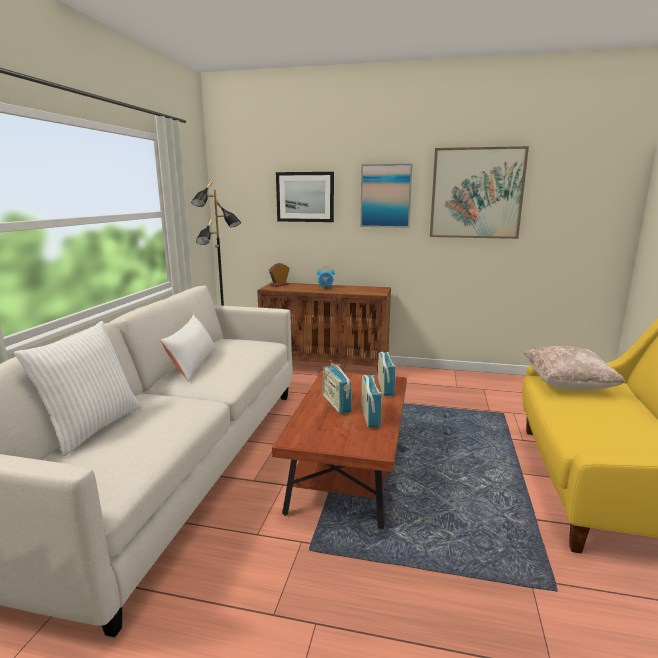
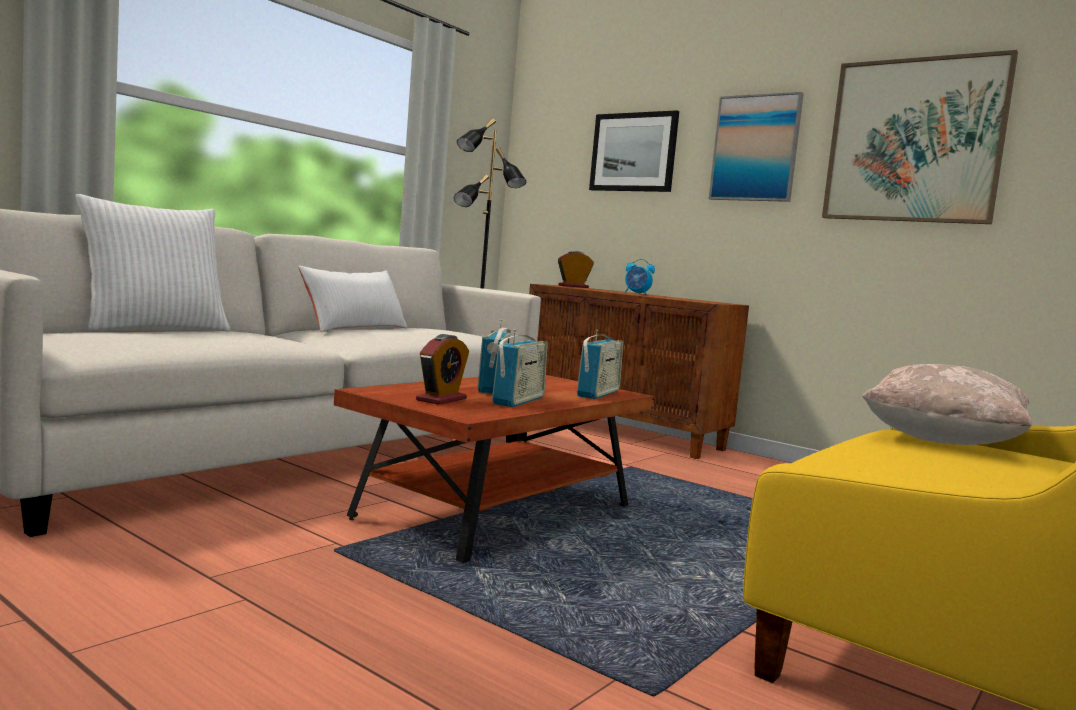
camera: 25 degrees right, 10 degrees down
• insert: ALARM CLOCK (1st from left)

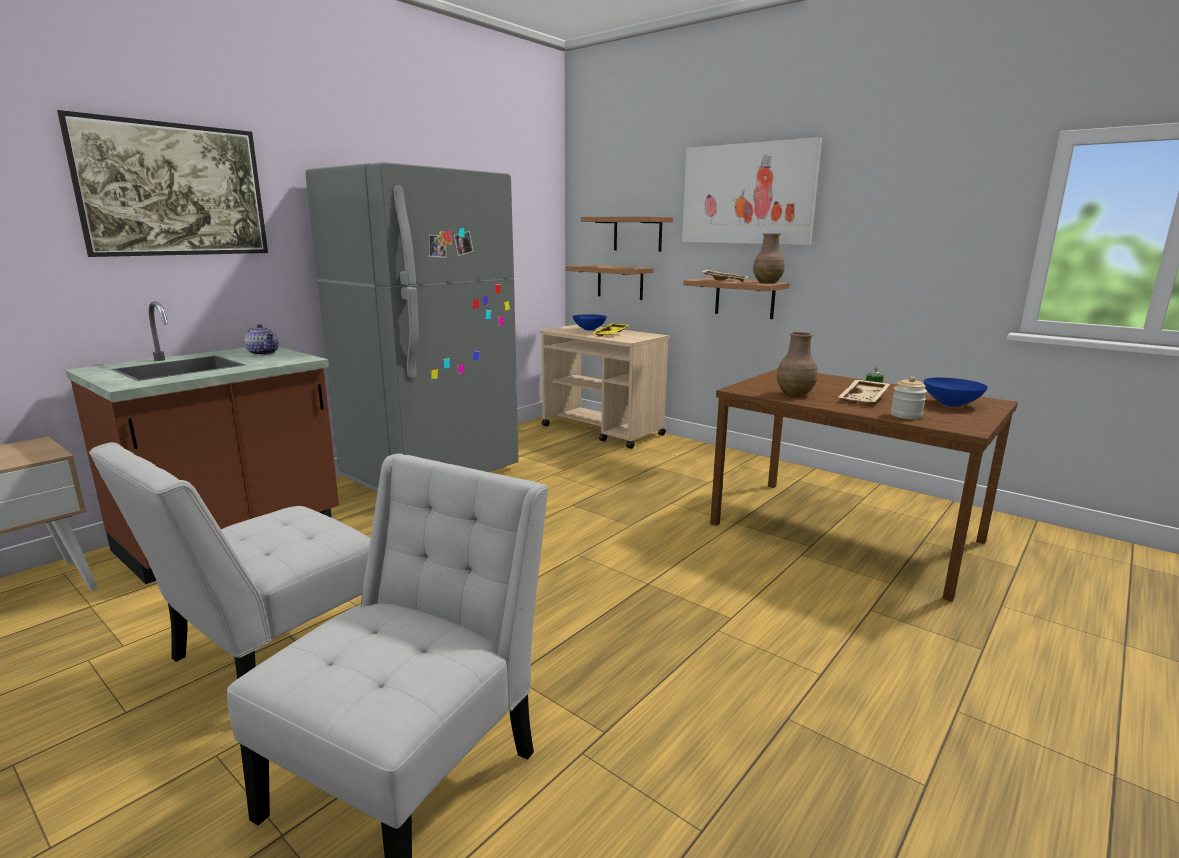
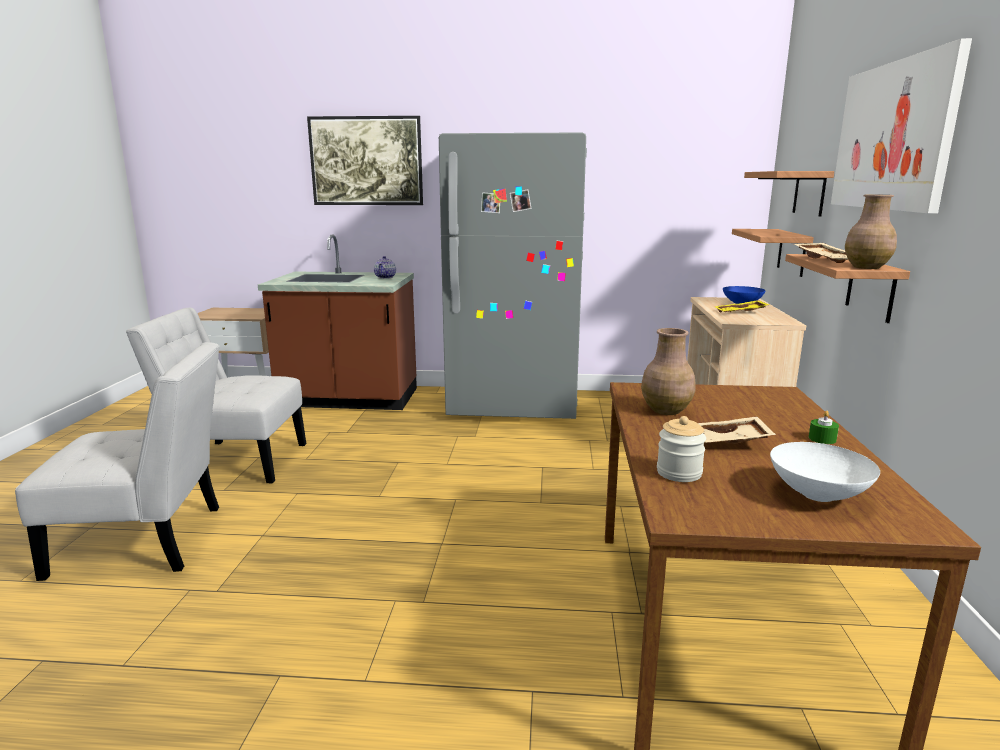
camera: 55 degrees right, 0 degrees up
• recolor: BLUE BOWL (2nd from left) to WHITE BOWL

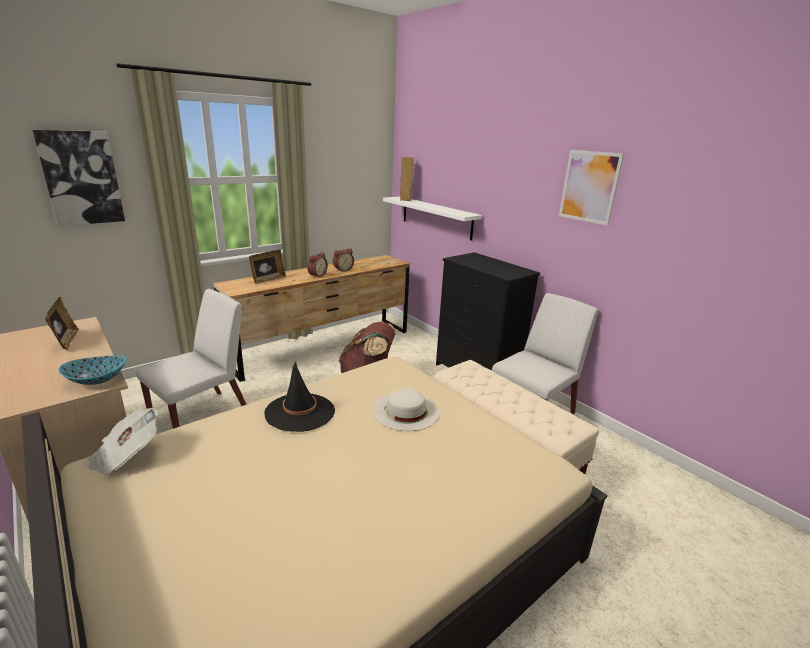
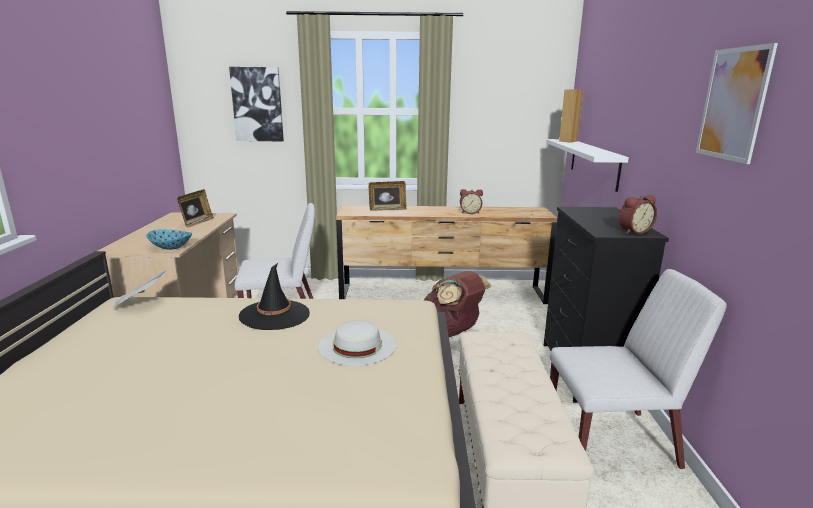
camera: 40 degrees right, 5 degrees down
• move: ALARM CLOCK (1st from left in the first image) to ALARM CLOCK (2nd from left)

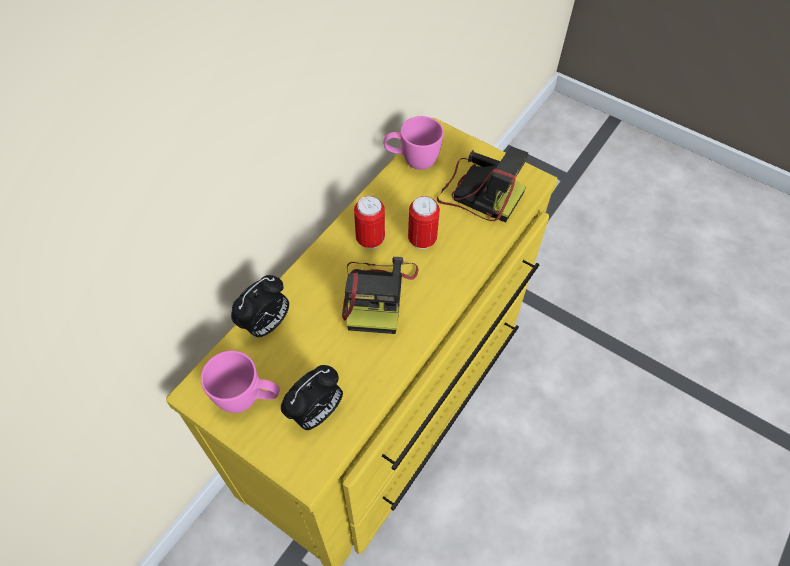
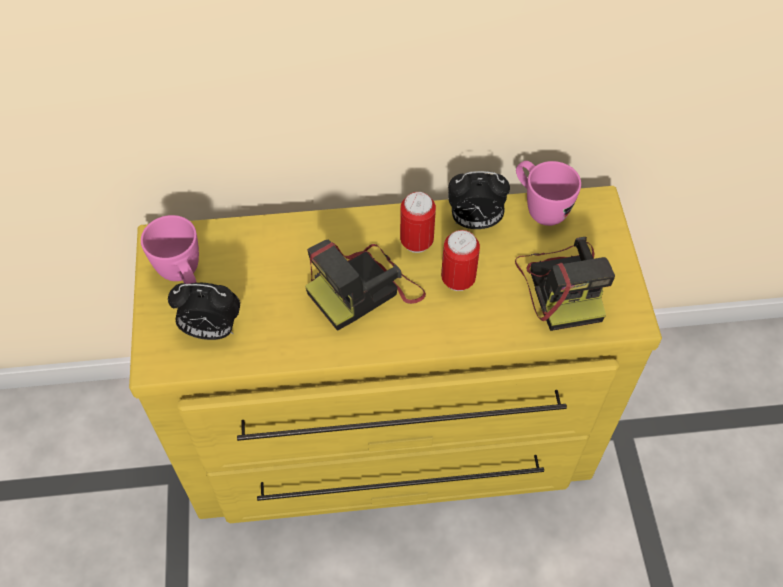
camera: 50 degrees right, 0 degrees up
• move: ALARM CLOCK (1st from left in the first image) to ALARM CLOCK (2nd from left)

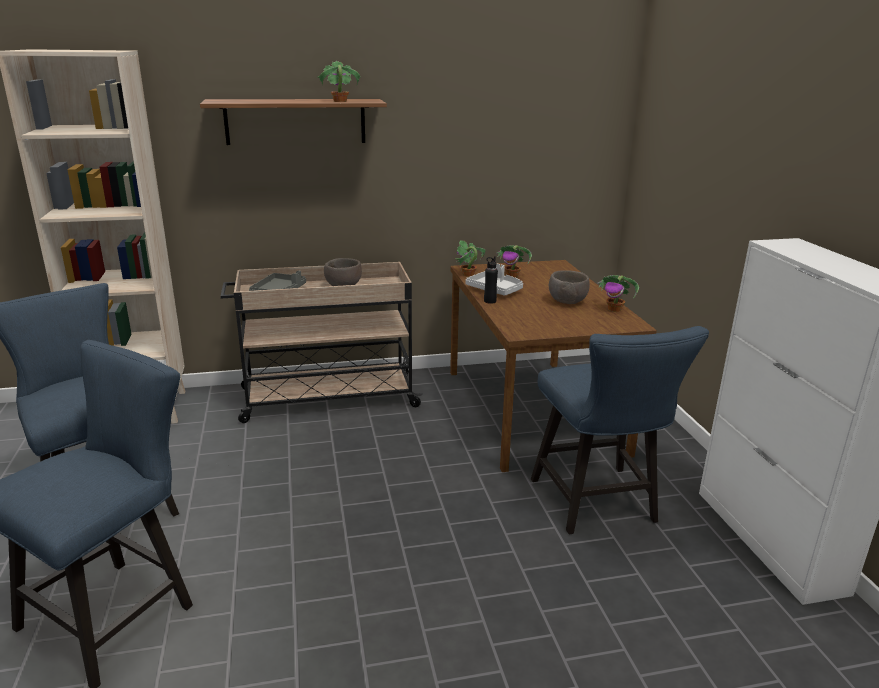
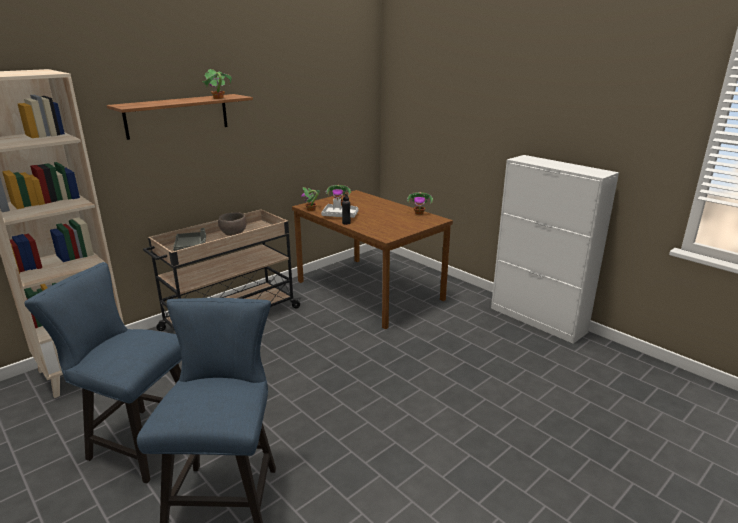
camera: 30 degrees left, 0 degrees up
• delete: BROWN BOWL (2nd from left)
• delete: BLUE CHAIR (3rd from left)

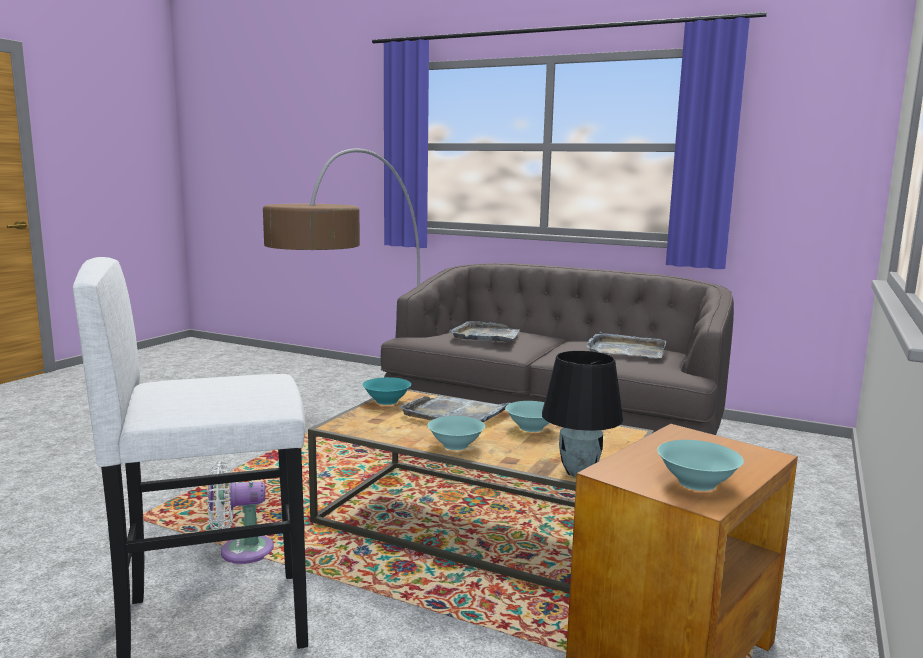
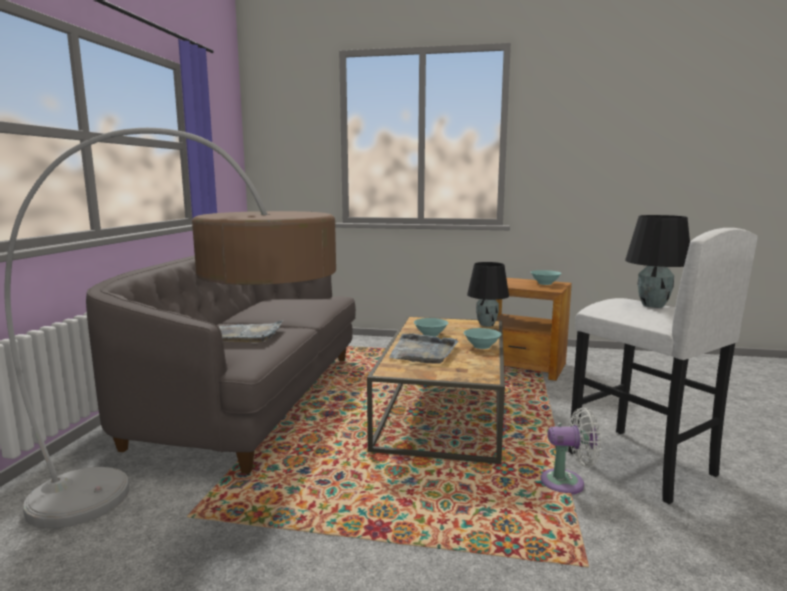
camera: 105 degrees left, 0 degrees up
• delete: GREY TRAY (3rd from left)
• delete: TURQUOISE BOWL (1st from left)
• rotate: WHITE FAN 60 degrees counterclockwise
• insert: BLACK TABLE LAMP (2nd from left)

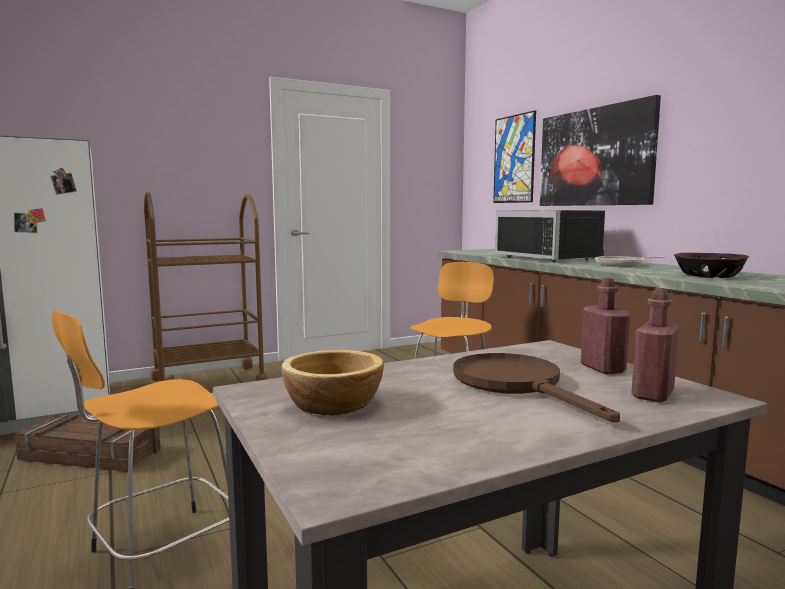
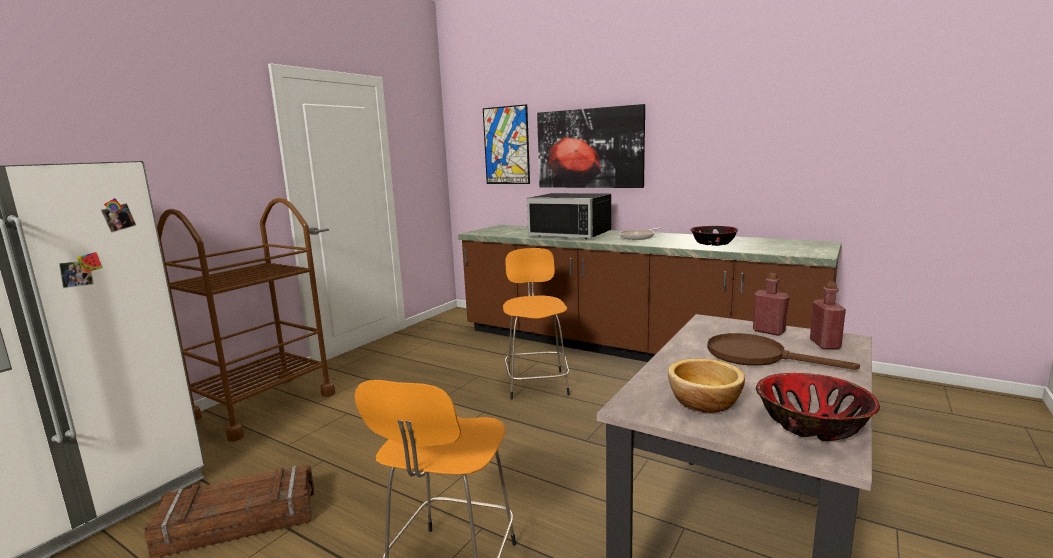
camera: 30 degrees left, 5 degrees up
• insert: BOWL (3rd from left)

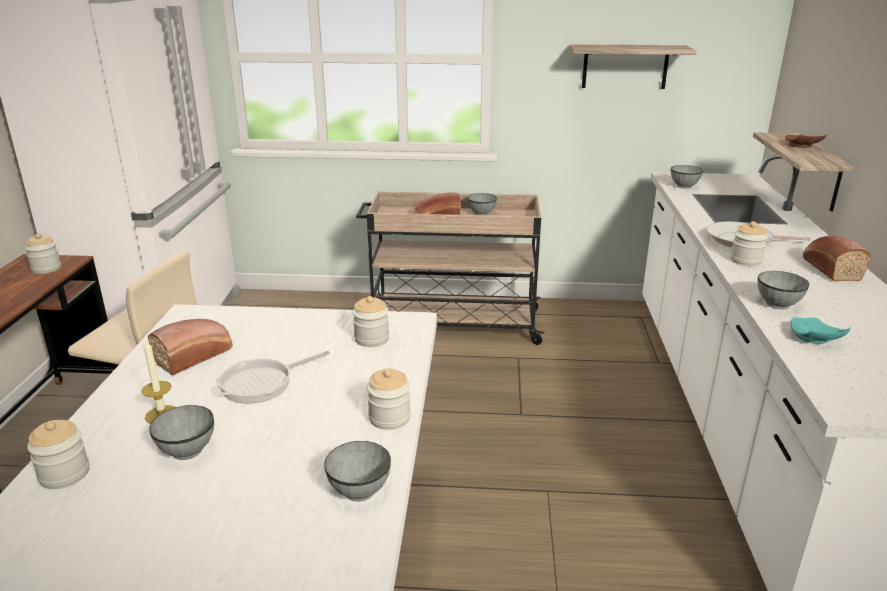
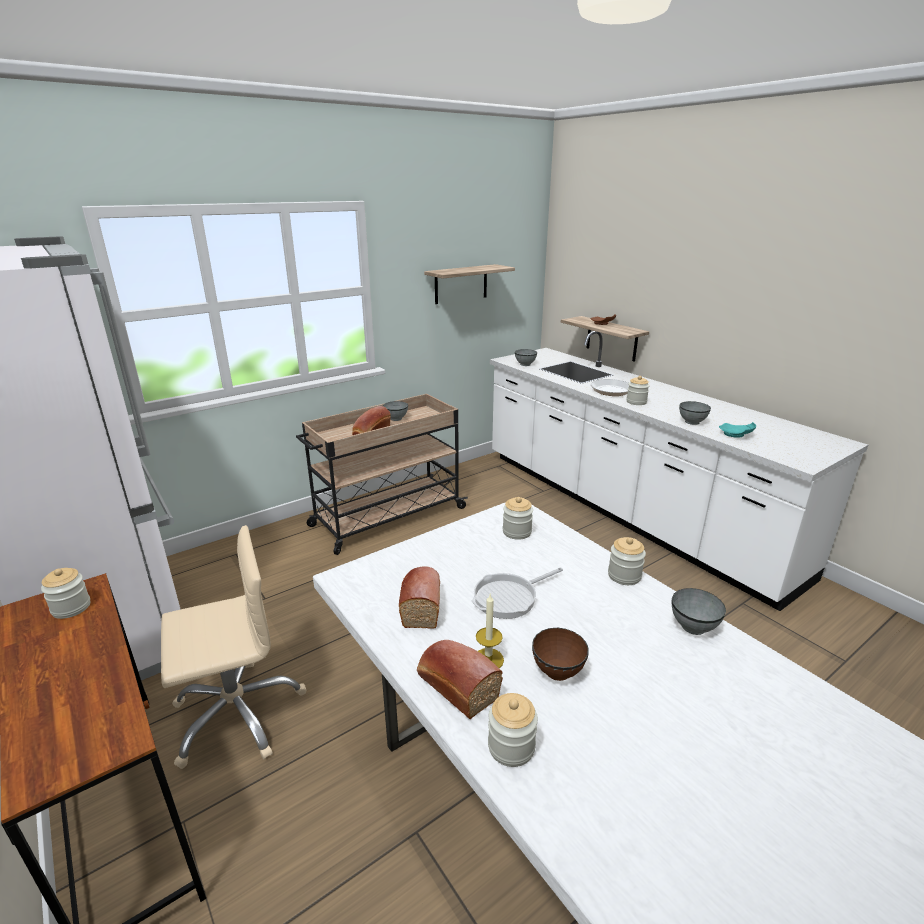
camera: 40 degrees left, 0 degrees up
• move: BREAD (3rd from left)
• rotate: FRYING PAN (1st from left) 45 degrees clockwise
• recolor: GREY BOWL (1st from left) to BROWN BOWL

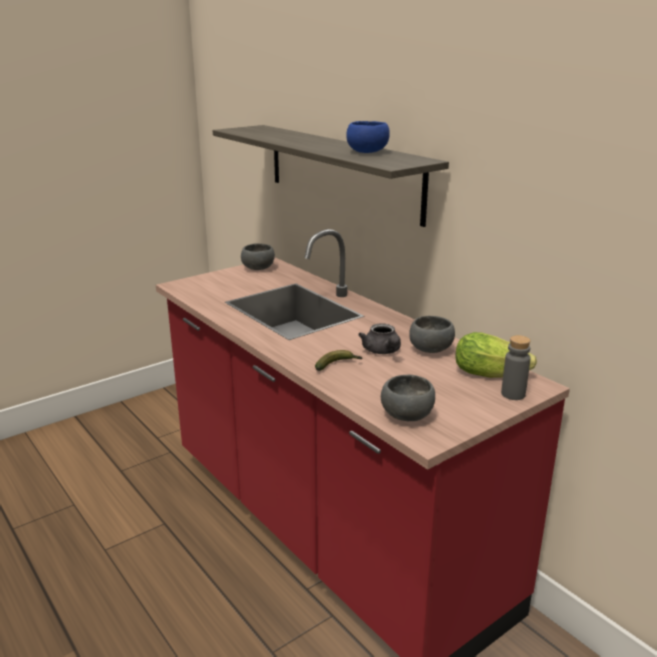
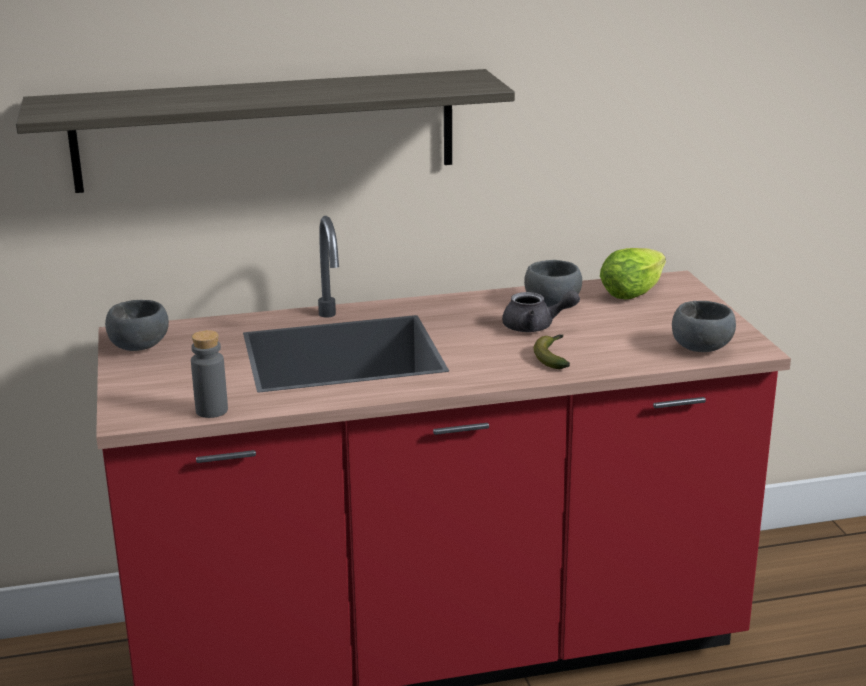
camera: 65 degrees left, 0 degrees up
• delete: BLUE BOWL
• move: GREY BOTTLE

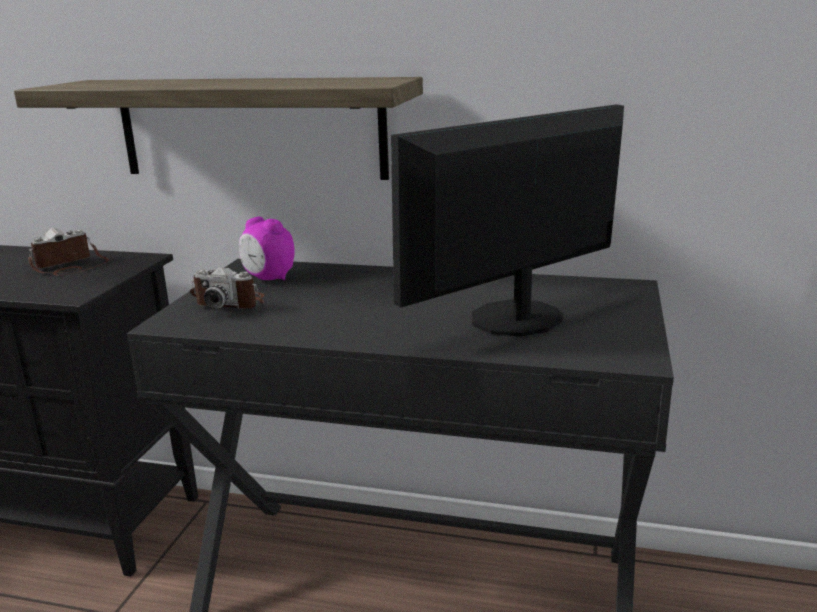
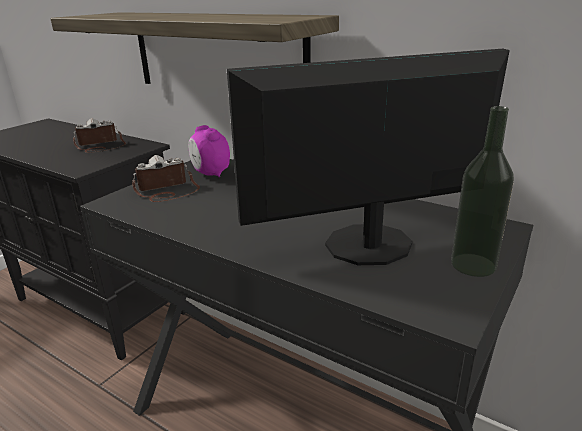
camera: 20 degrees right, 5 degrees up
• rotate: PHOTO CAMERA (2nd from left) 120 degrees clockwise
• insert: BOTTLE

